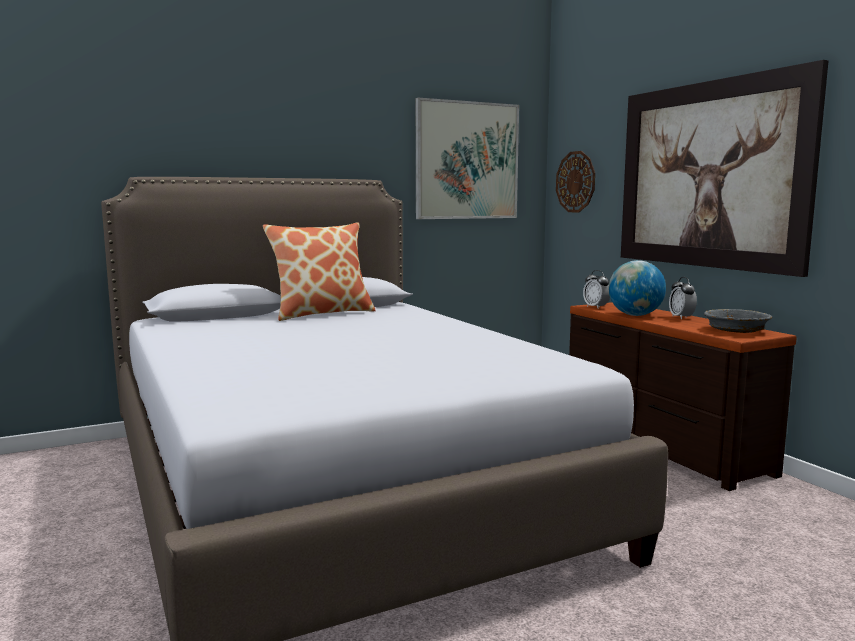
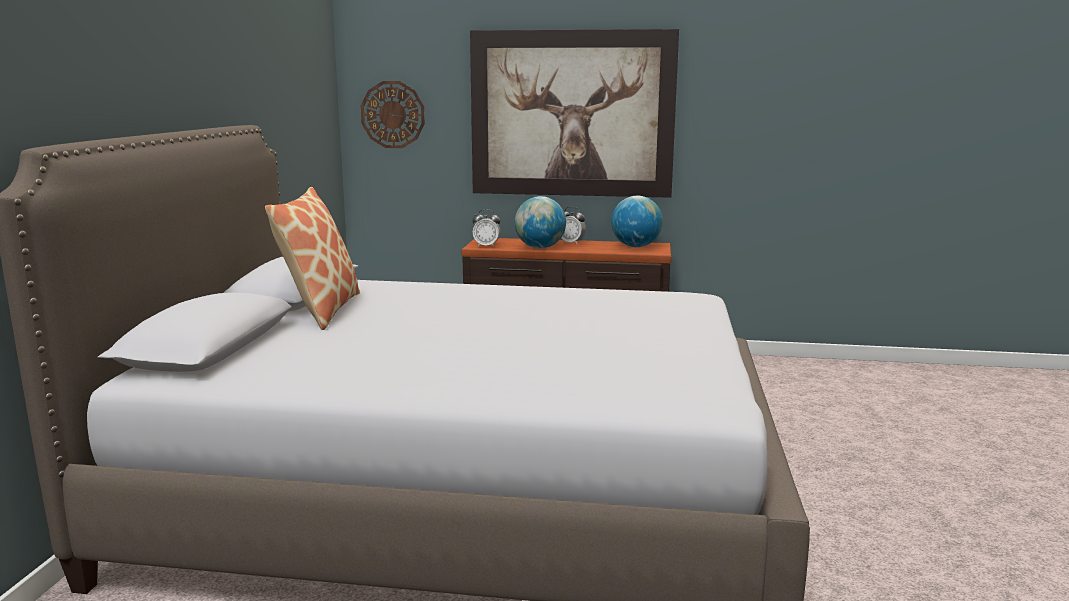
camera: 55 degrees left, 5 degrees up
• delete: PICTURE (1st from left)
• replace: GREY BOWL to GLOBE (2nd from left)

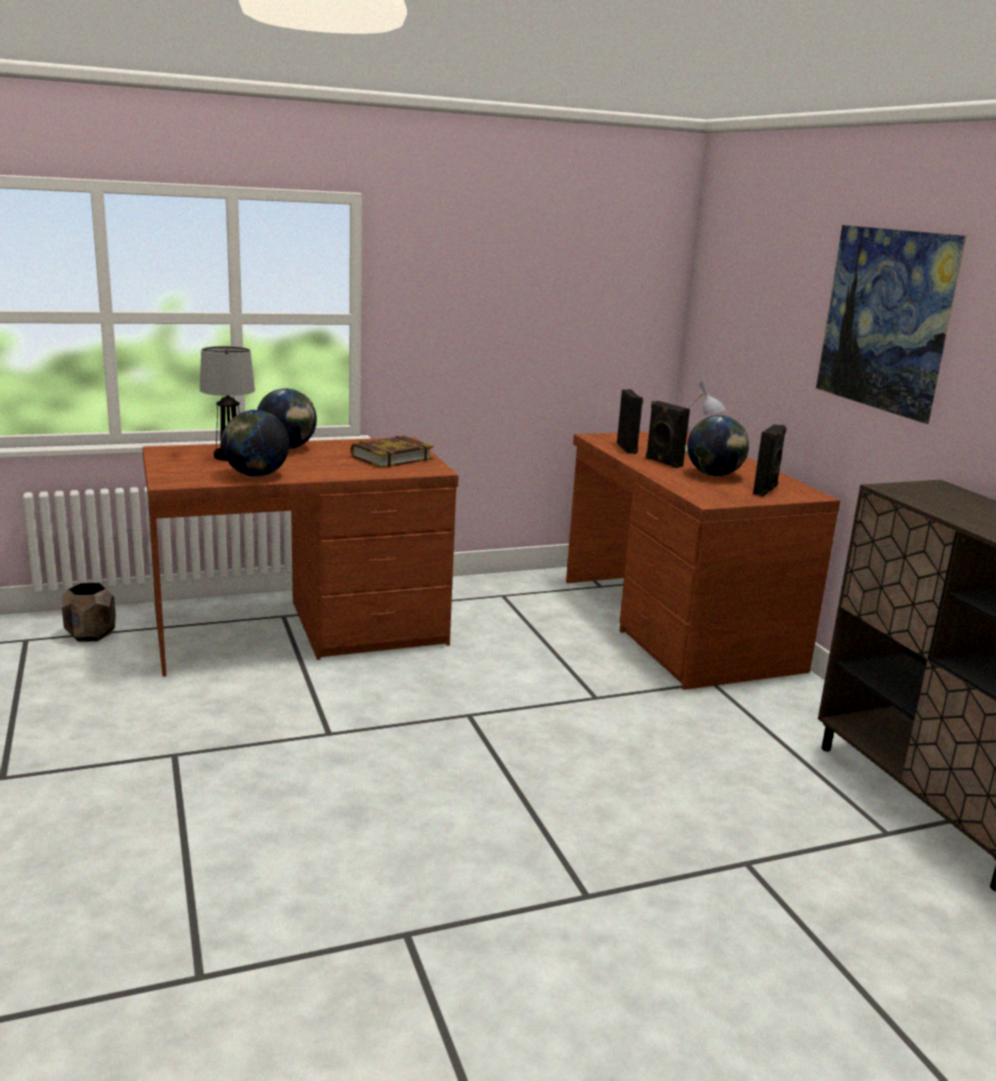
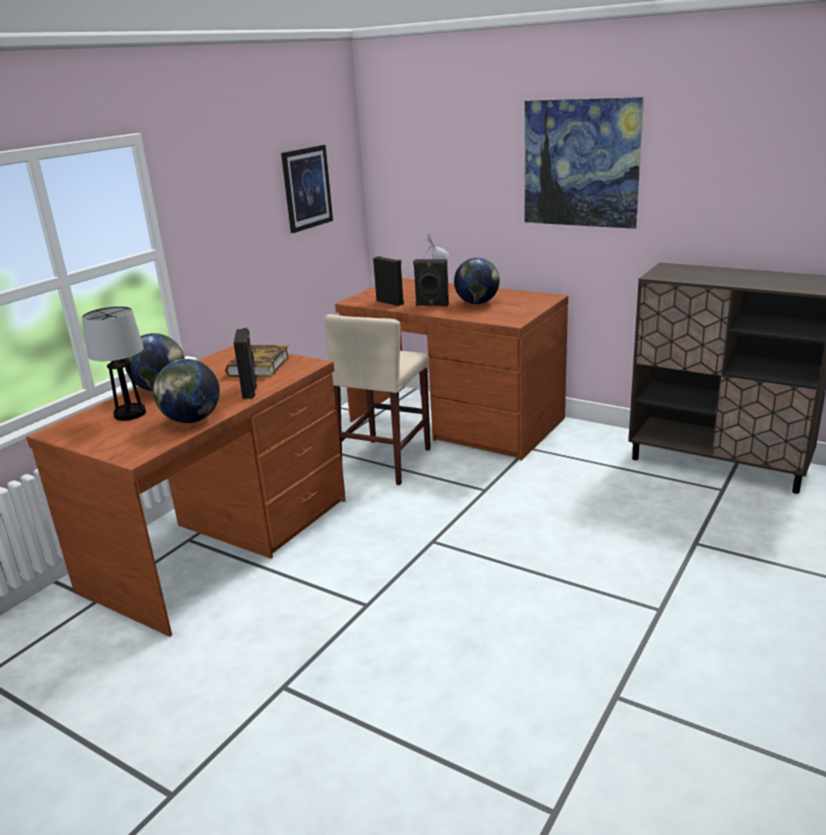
camera: 35 degrees left, 5 degrees up
• move: BLACK SPEAKER (3rd from left in the first image) to BLACK SPEAKER (1st from left)
• delete: BROWN PLANTER
• insert: PICTURE (1st from left)
• insert: BEIGE STOOL

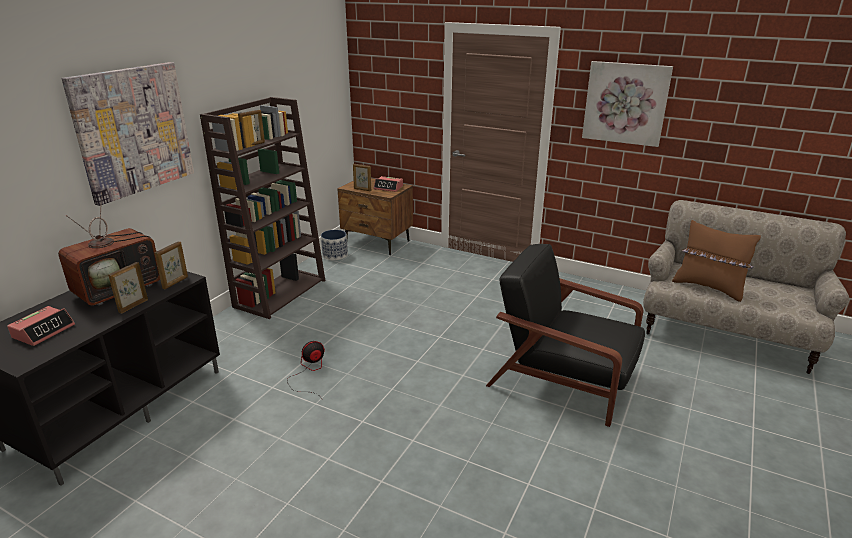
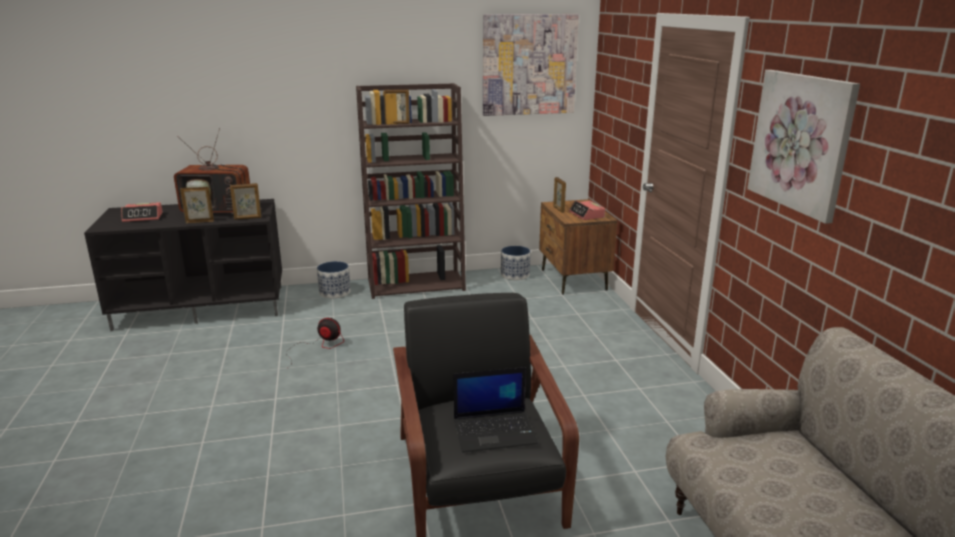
camera: 50 degrees right, 5 degrees down
• move: PICTURE (1st from left)
• delete: BROWN PILLOW
• insert: PLANTER (1st from left)
• insert: LAPTOP

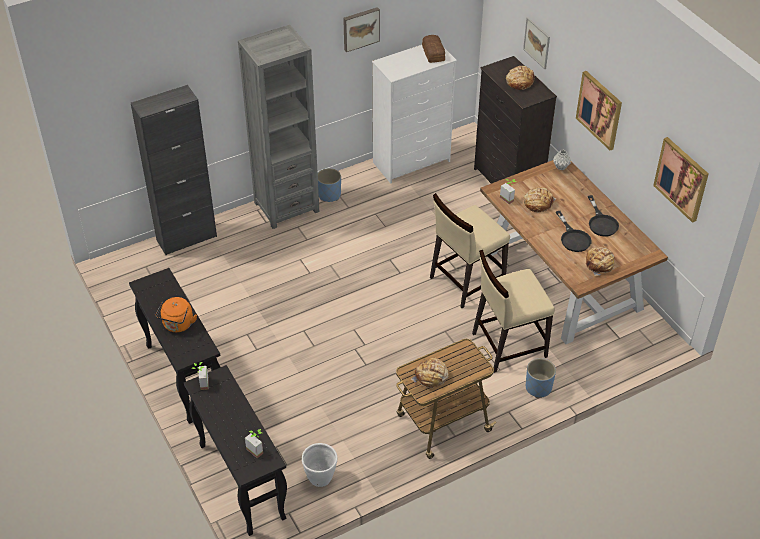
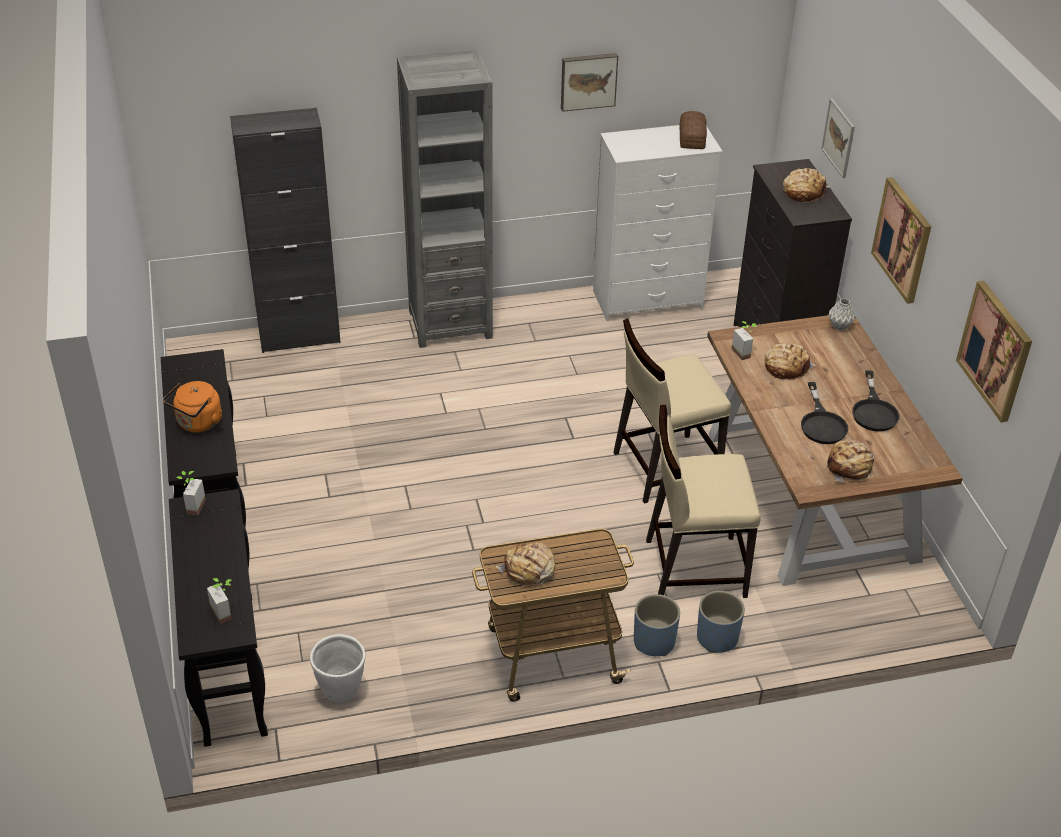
camera: 15 degrees right, 5 degrees down
• move: BLUE PLANTER (1st from left)

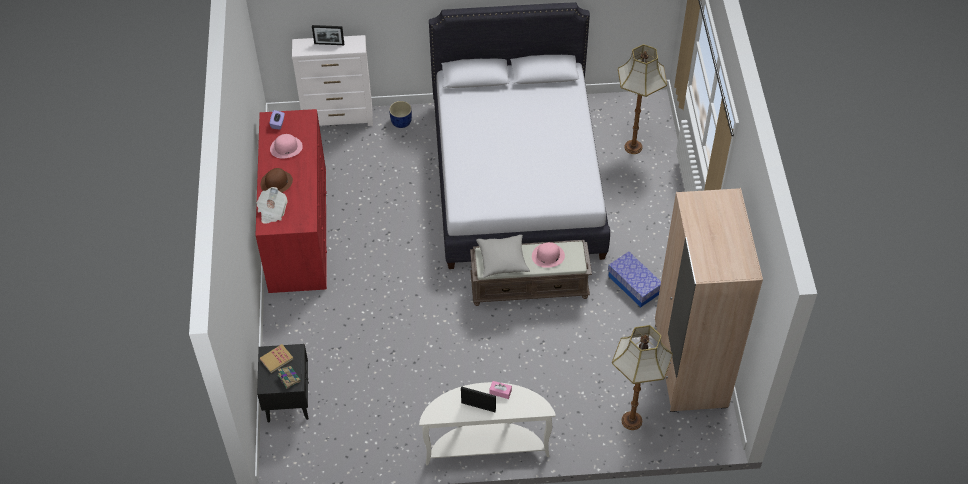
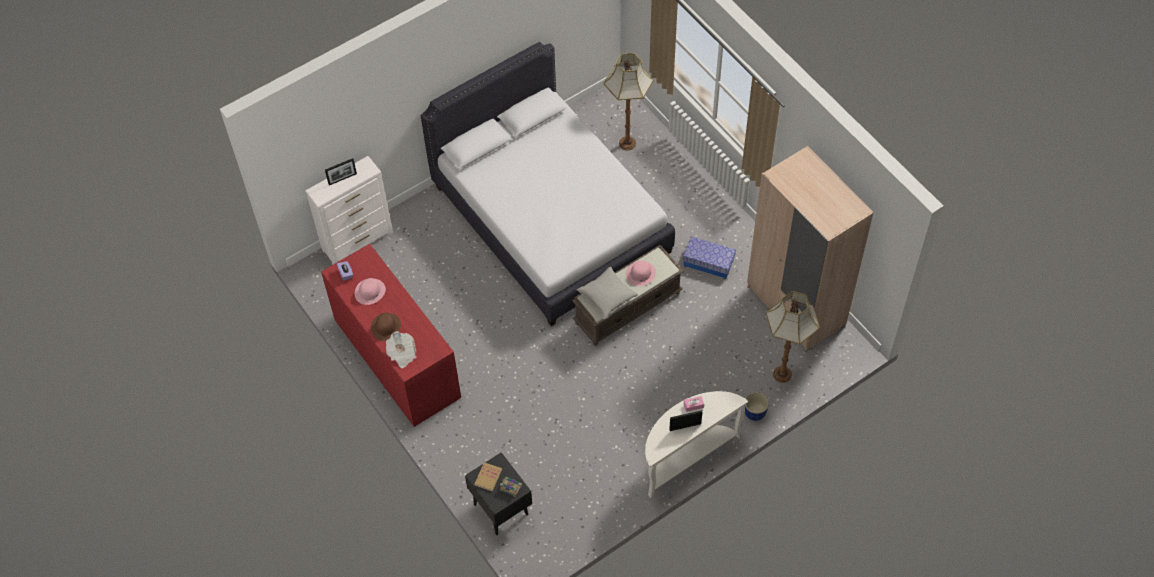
camera: 30 degrees left, 5 degrees up
• move: BLUE PLANTER

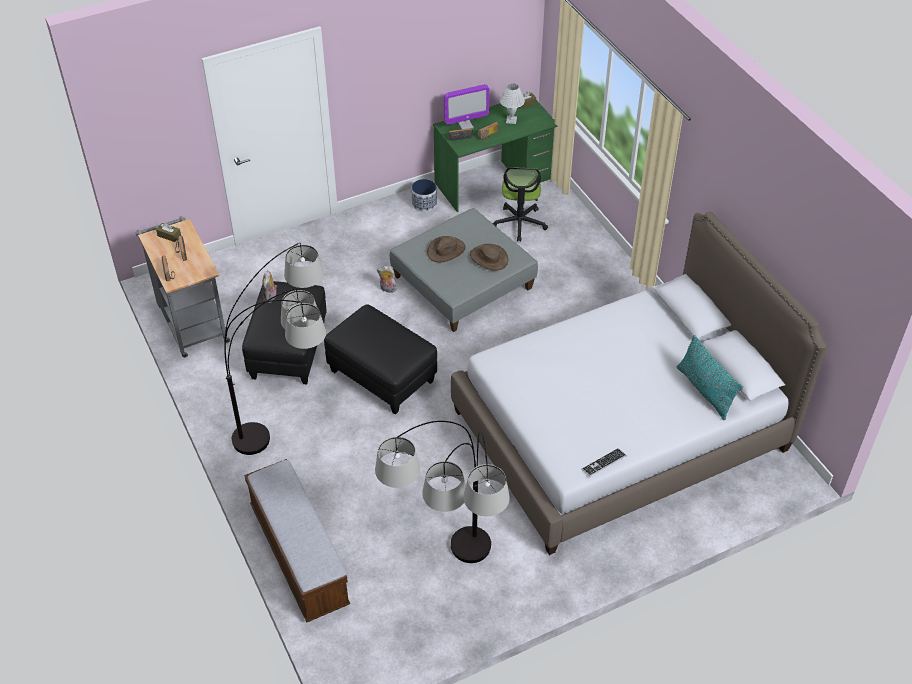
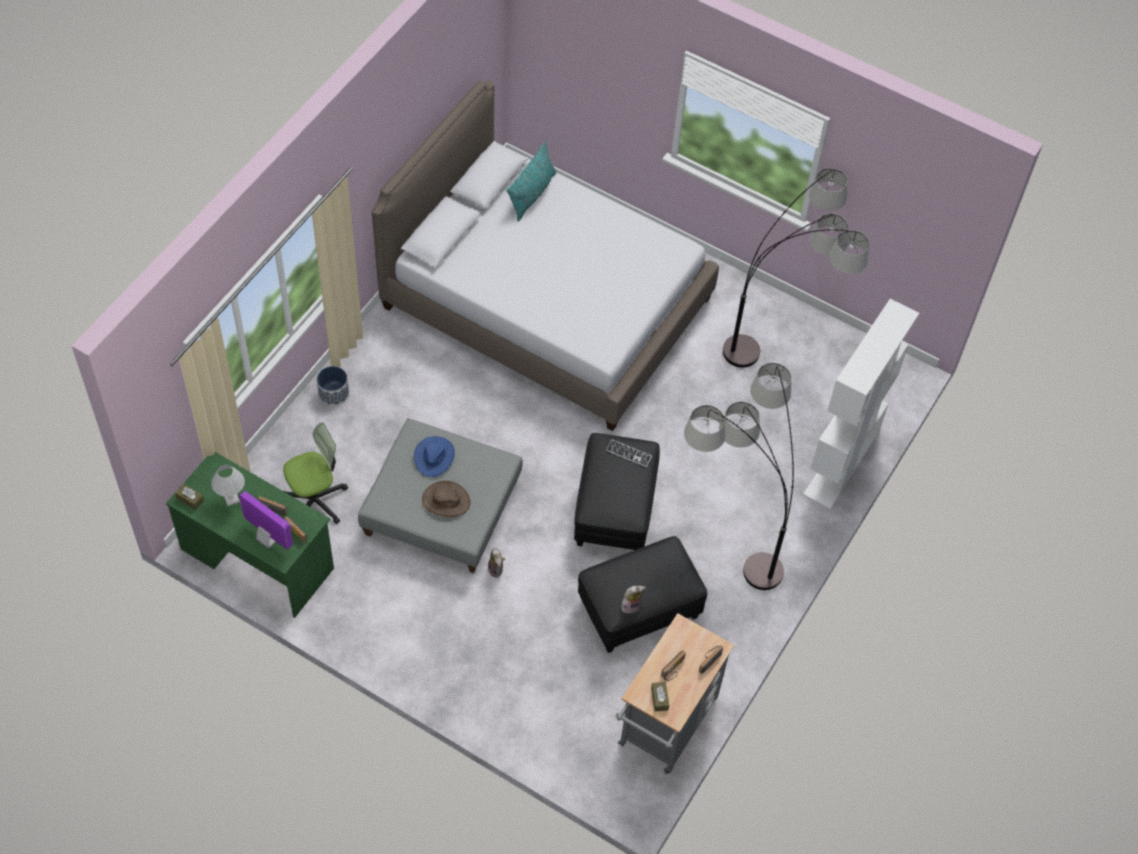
camera: 125 degrees left, 10 degrees up
• move: PLANTER
• recolor: BROWN HAT (2nd from left) to BLUE HAT
• move: KEYBOARD
• replace: BENCH to WHITE BOOKCASE

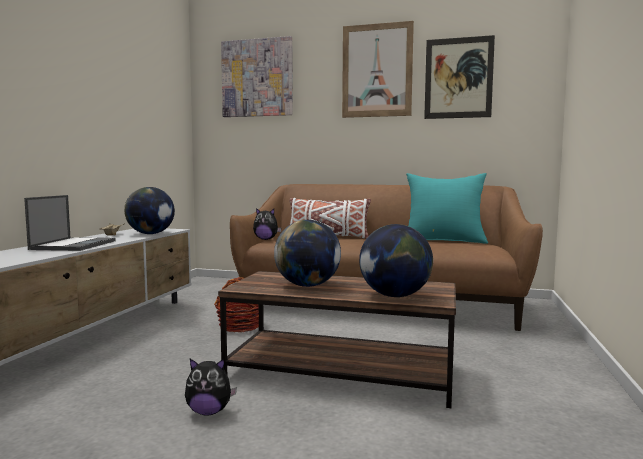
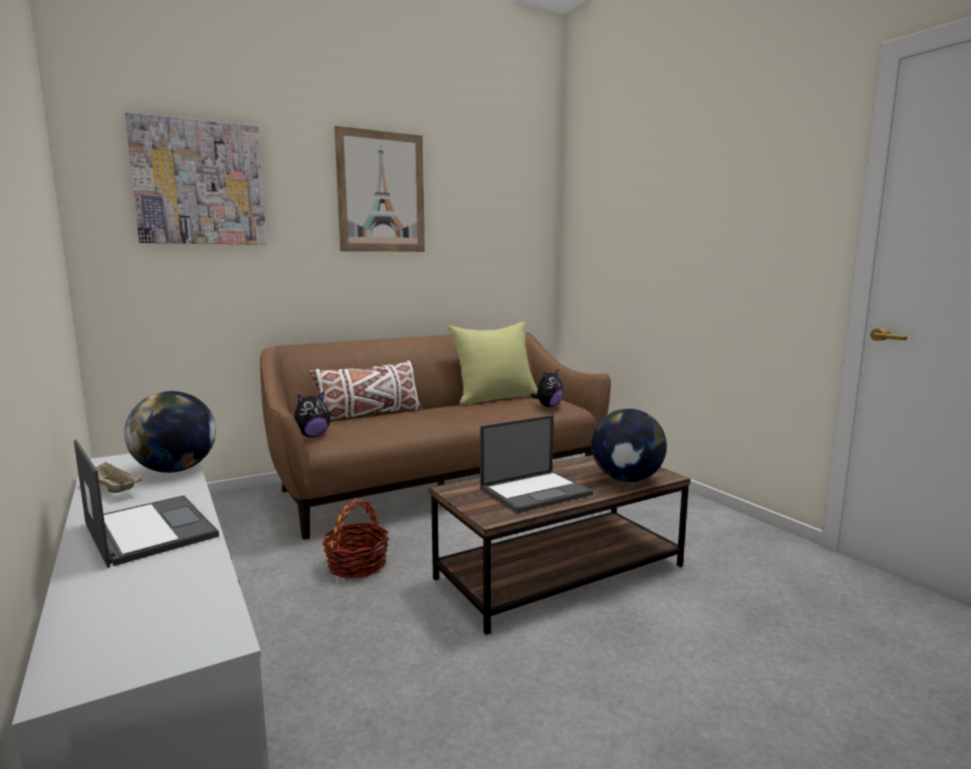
camera: 45 degrees left, 5 degrees up
• delete: PICTURE (3rd from left)
• recolor: TURQUOISE PILLOW to YELLOW PILLOW
• replace: GLOBE (2nd from left) to LAPTOP (2nd from left)
• move: PLUSH TOY (1st from left in the first image) to PLUSH TOY (2nd from left)

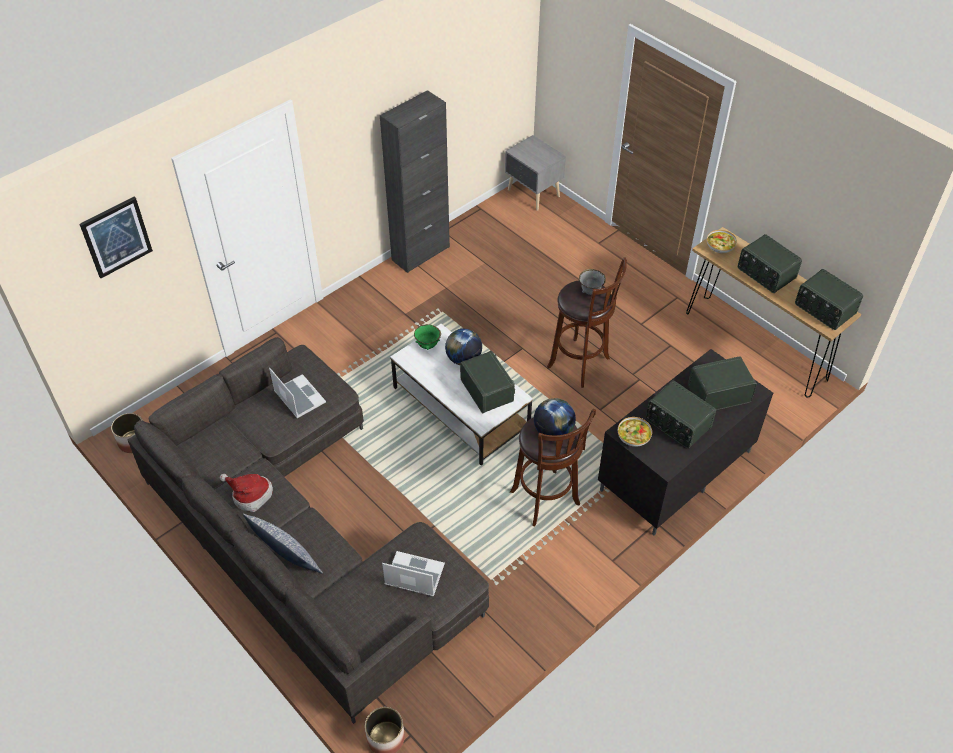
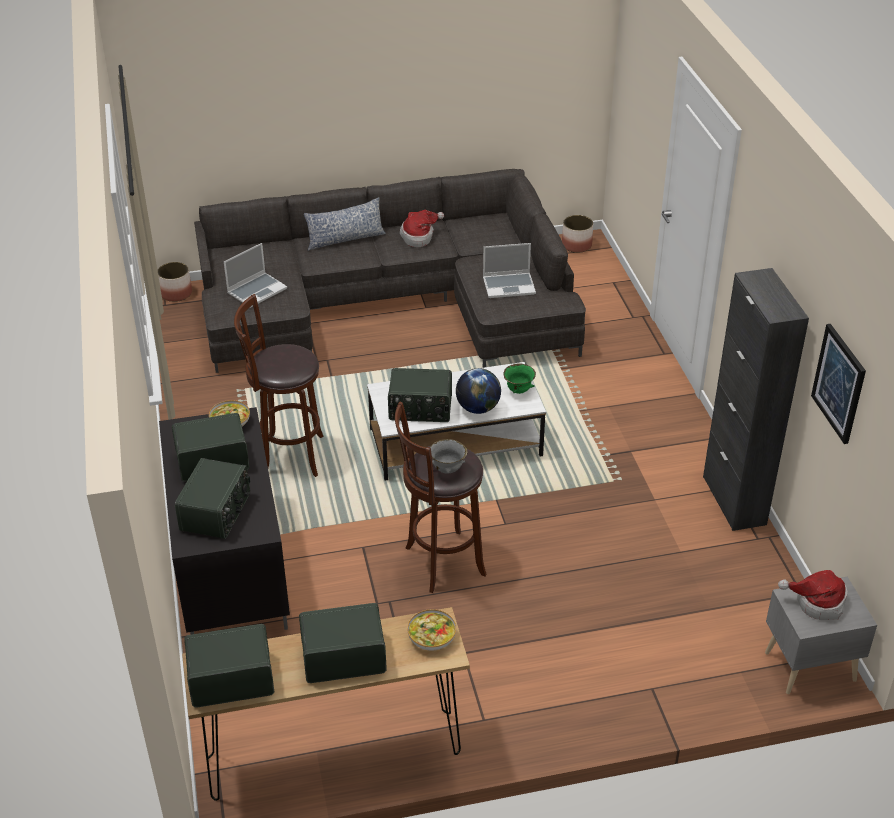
camera: 120 degrees right, 10 degrees down
• move: PICTURE
• delete: GLOBE (2nd from left)
• insert: HAT (2nd from left)

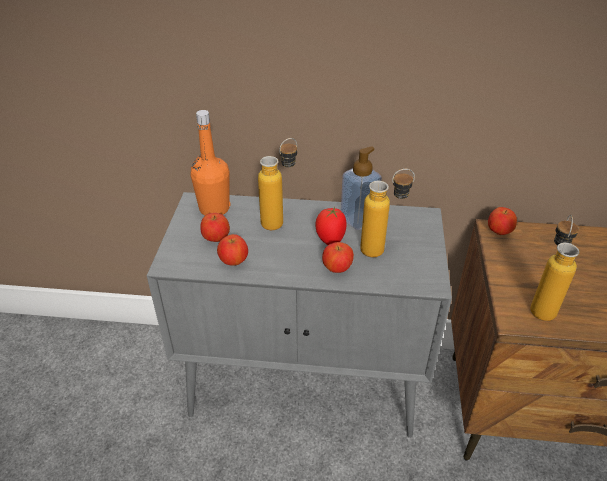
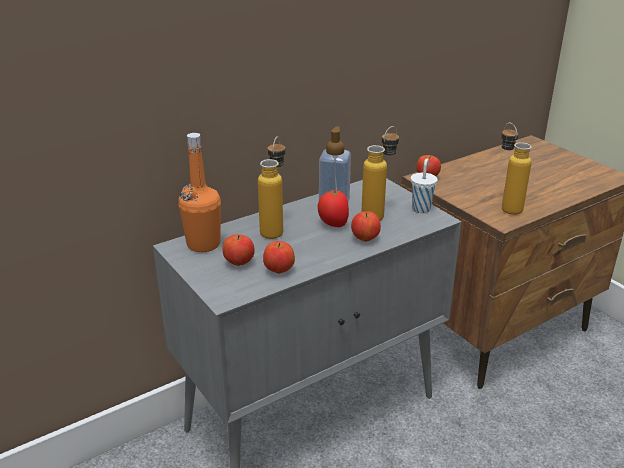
camera: 40 degrees left, 10 degrees down
• insert: WHITE CUP

